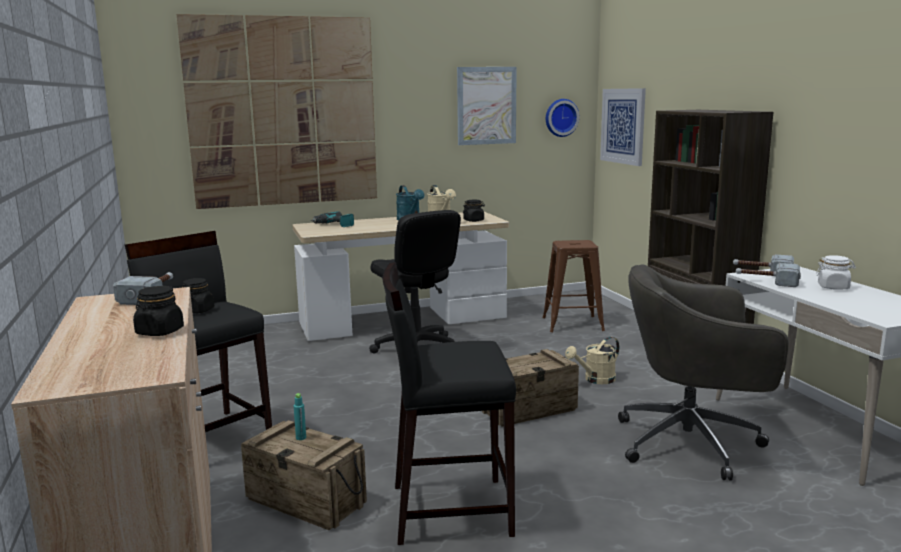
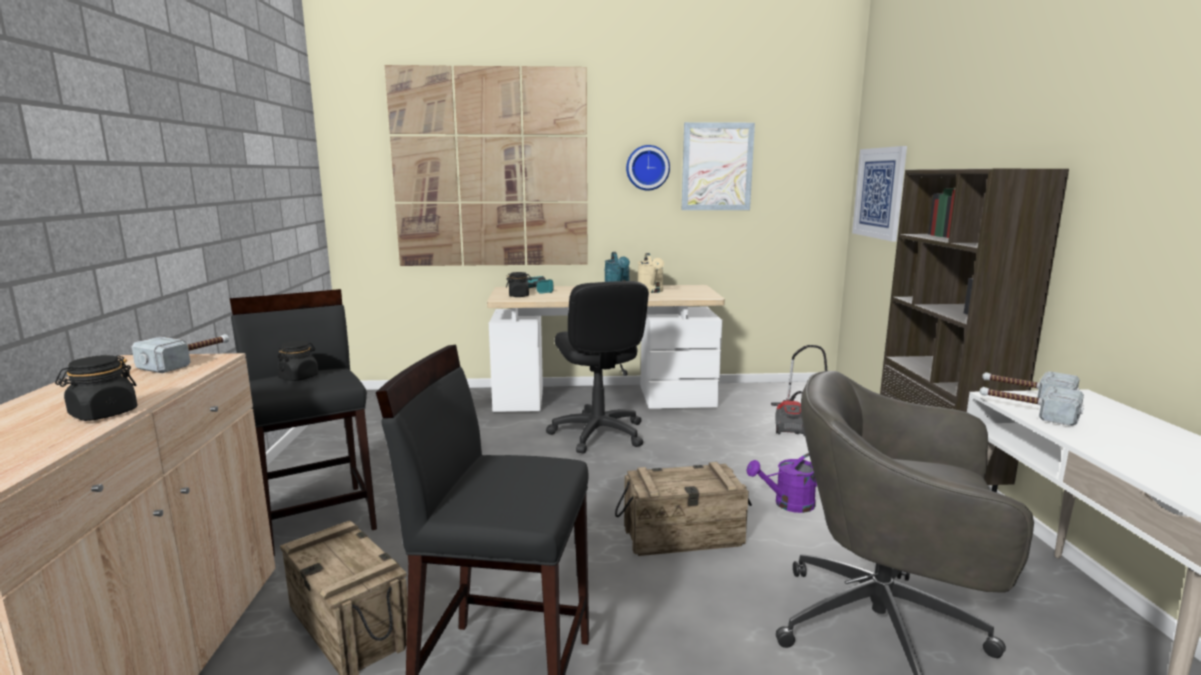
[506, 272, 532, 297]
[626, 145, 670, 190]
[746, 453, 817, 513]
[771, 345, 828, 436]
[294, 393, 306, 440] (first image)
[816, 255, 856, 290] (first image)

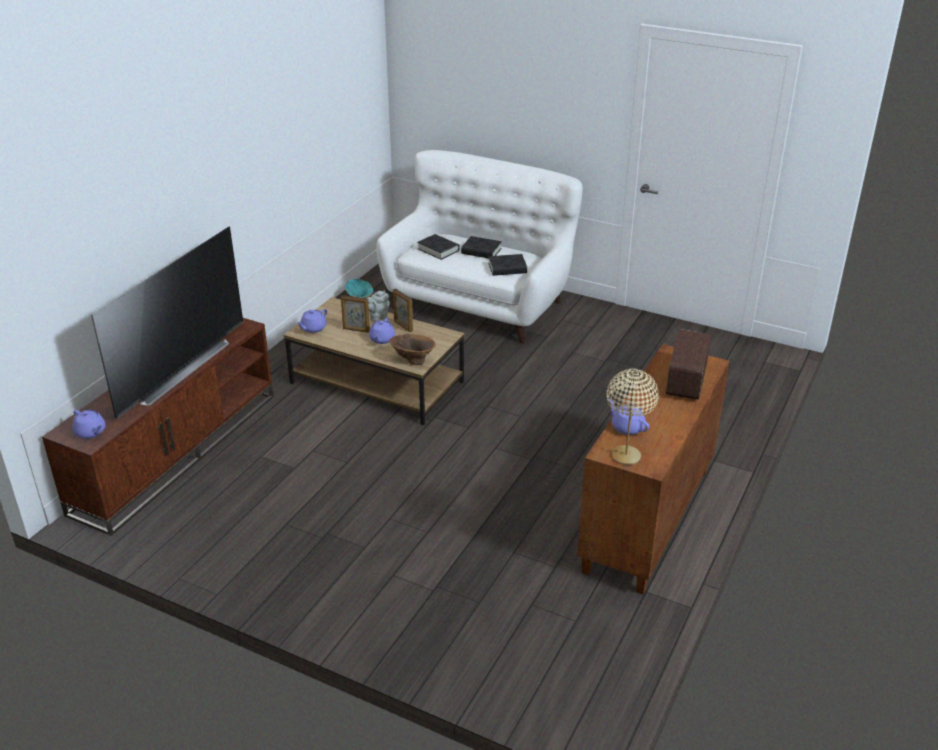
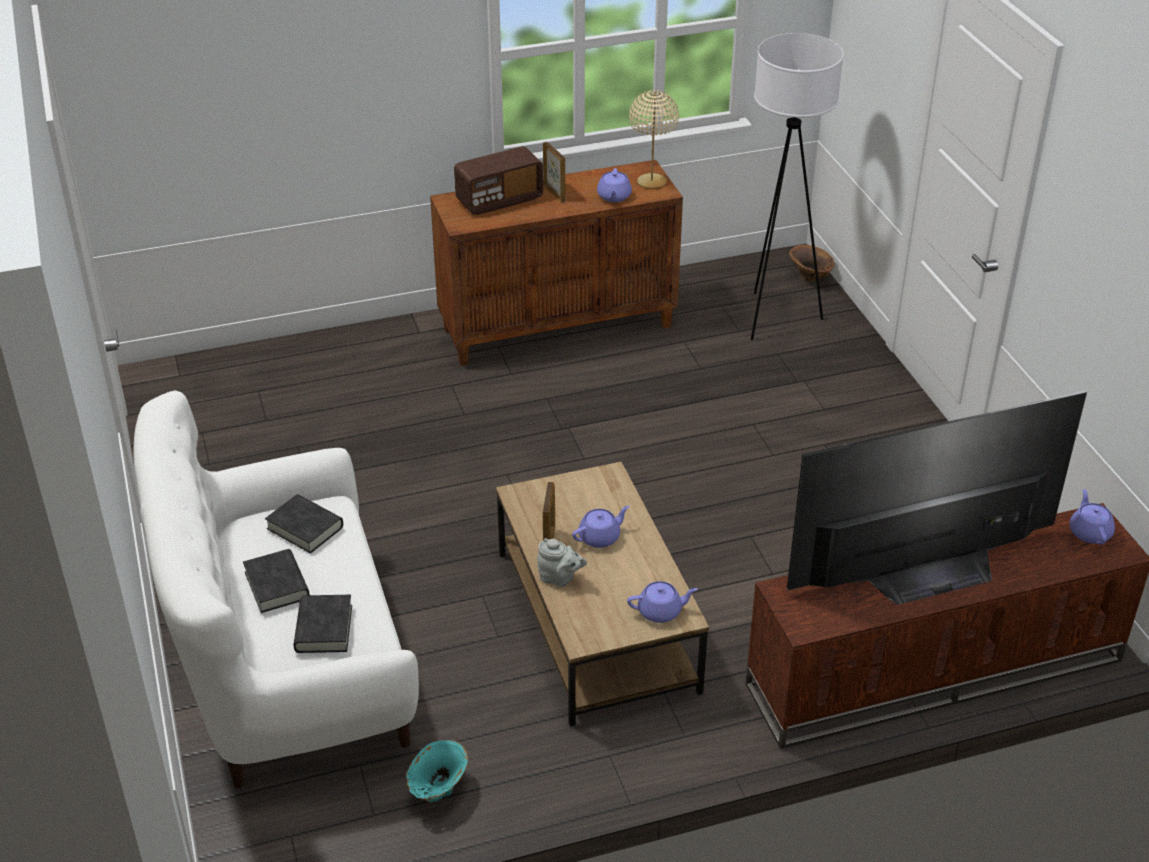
[543, 142, 566, 203]
[751, 33, 844, 340]
[789, 245, 835, 282]

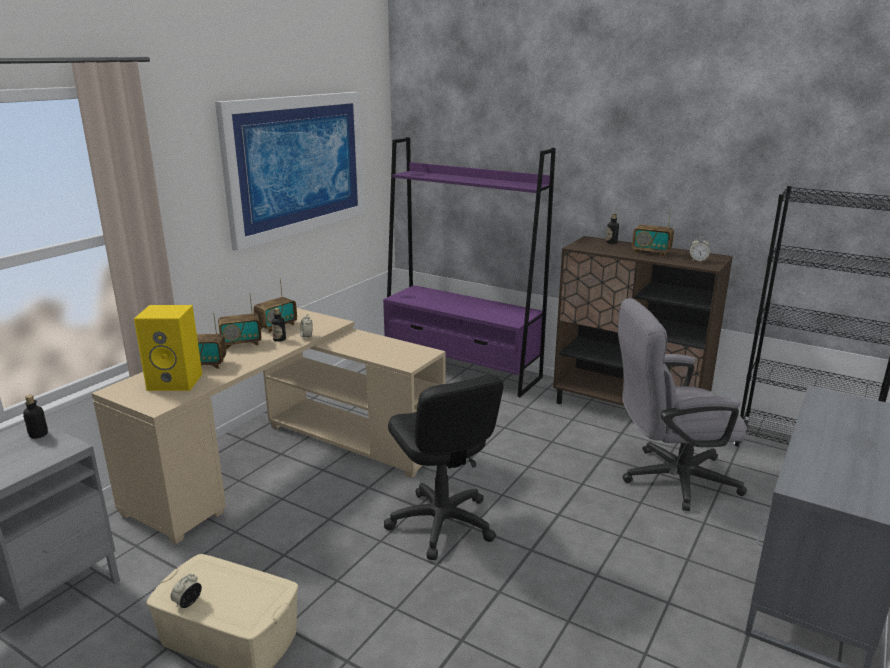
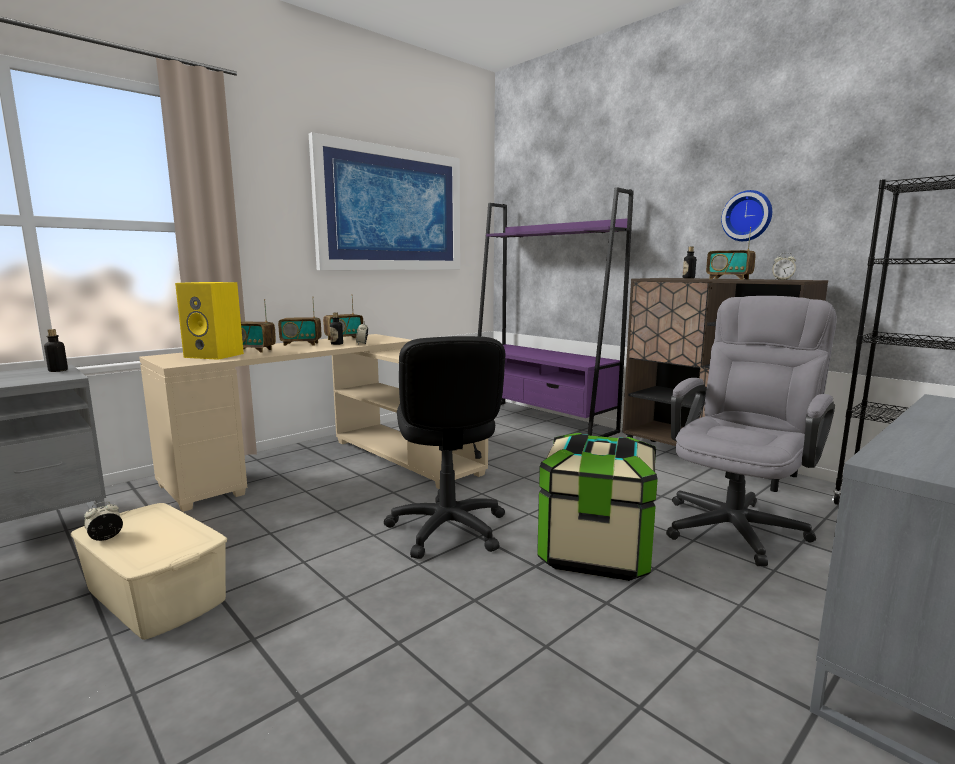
[537, 433, 658, 581]
[666, 296, 836, 567]
[721, 190, 772, 241]

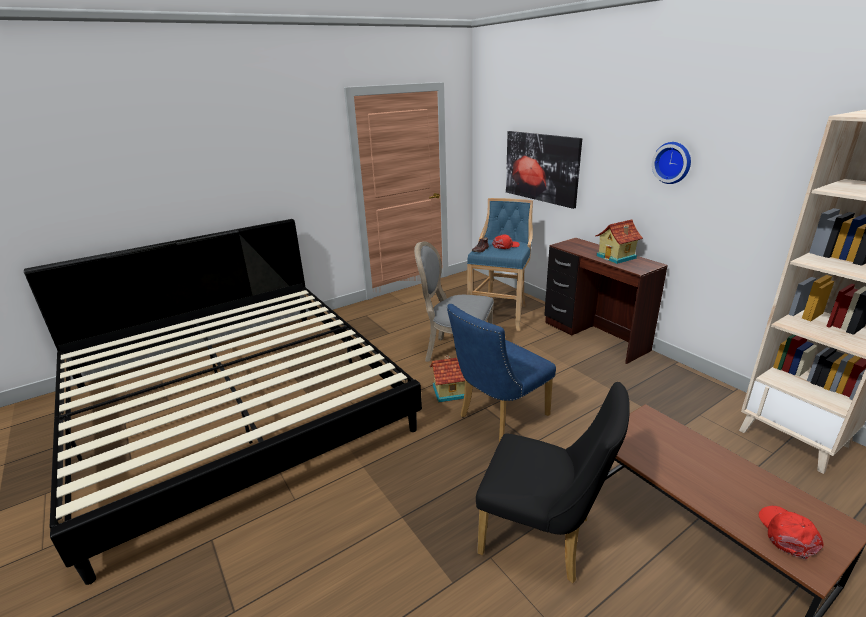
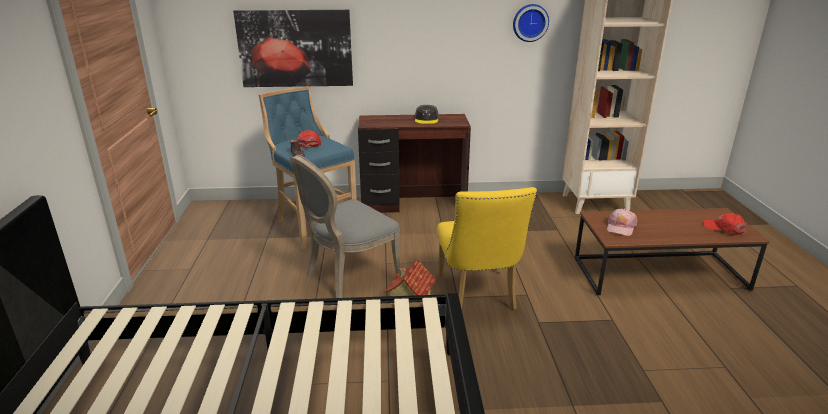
[415, 105, 438, 124]
[437, 187, 537, 310]
[513, 4, 549, 42]
[607, 209, 637, 236]
[476, 382, 630, 584] (first image)

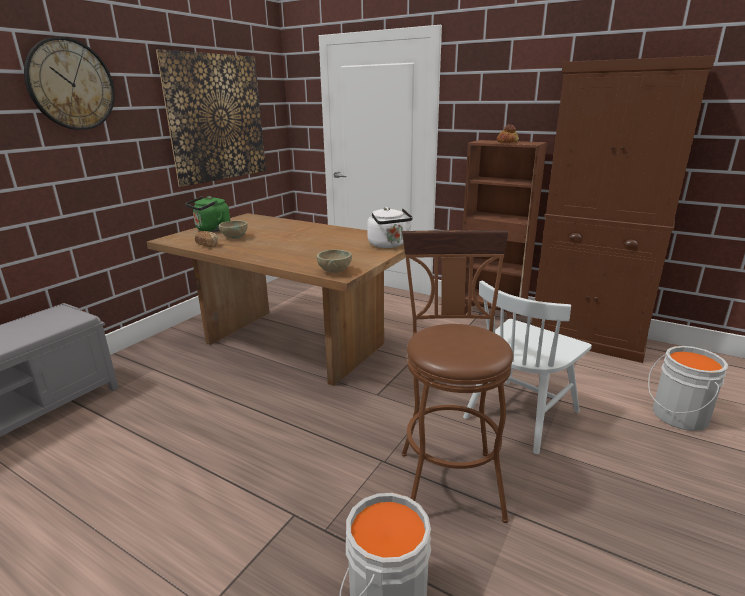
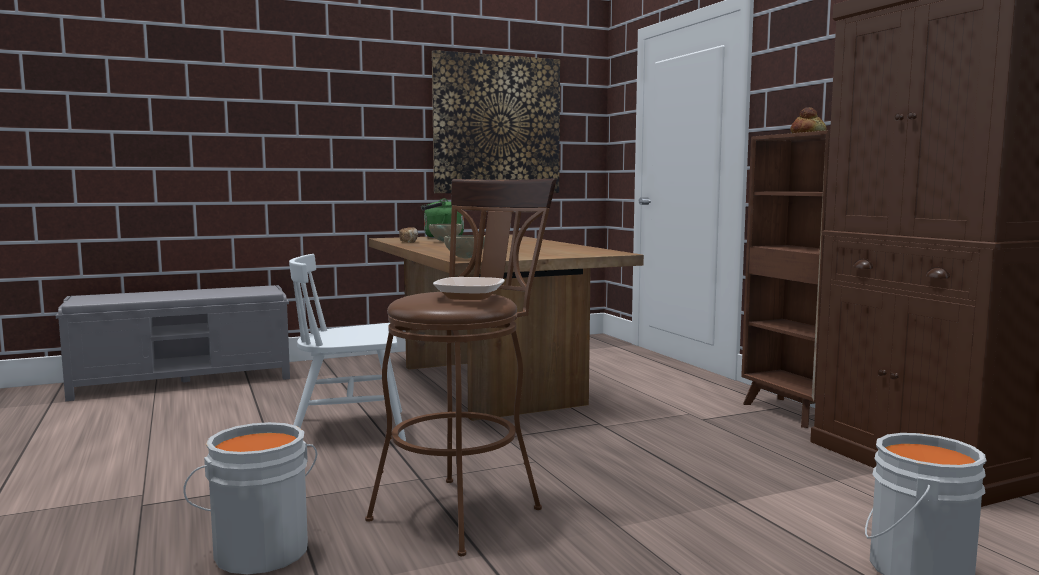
[289, 254, 406, 441]
[433, 277, 505, 300]
[24, 37, 115, 130] (first image)
[367, 207, 413, 248] (first image)

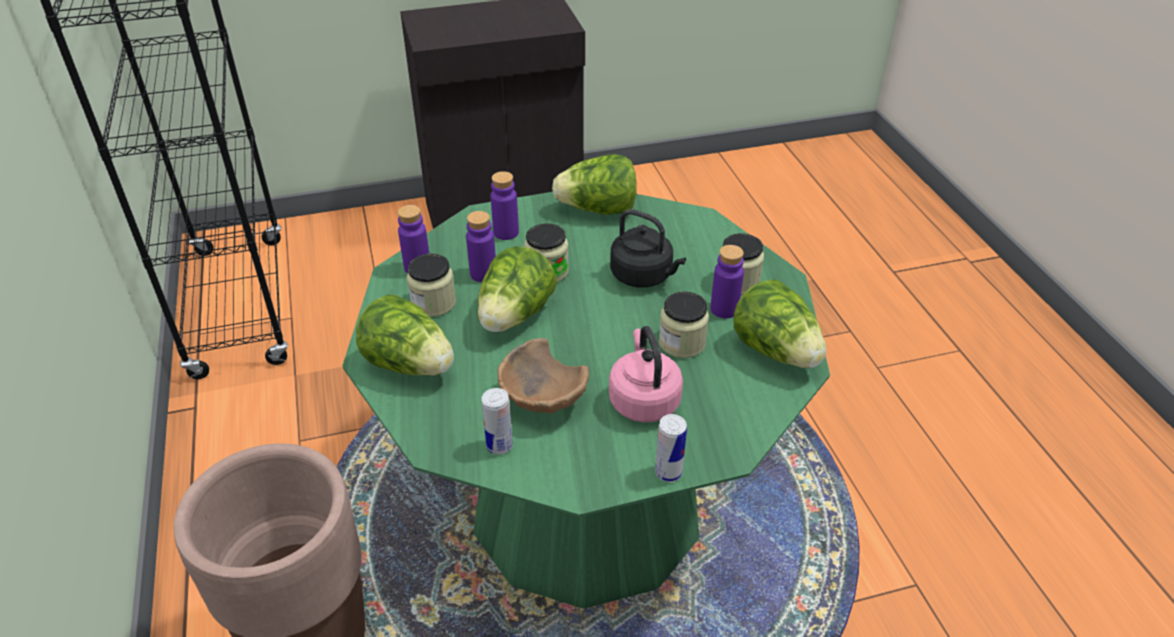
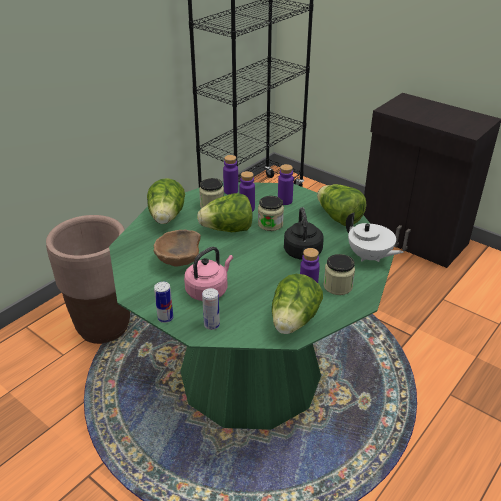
[202, 288, 220, 330]
[346, 212, 404, 262]
[659, 291, 709, 358] (first image)

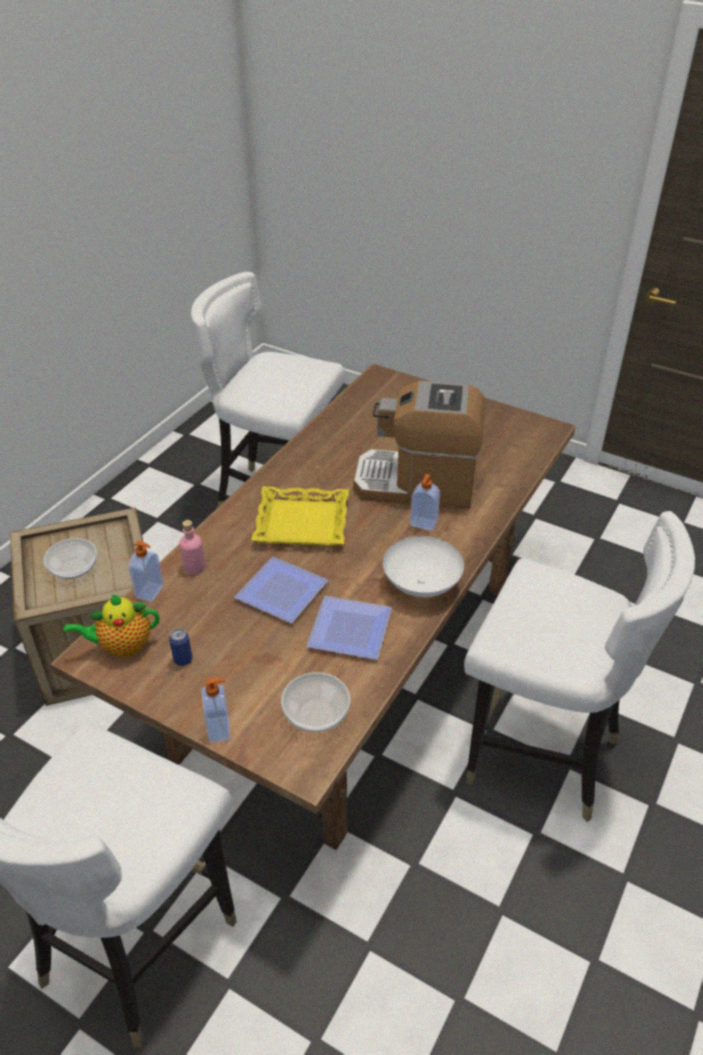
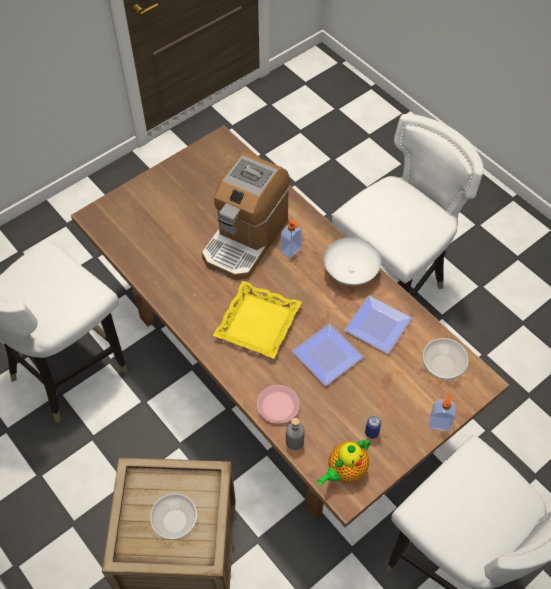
[257, 385, 300, 424]
[286, 418, 304, 450]
[317, 439, 371, 486]

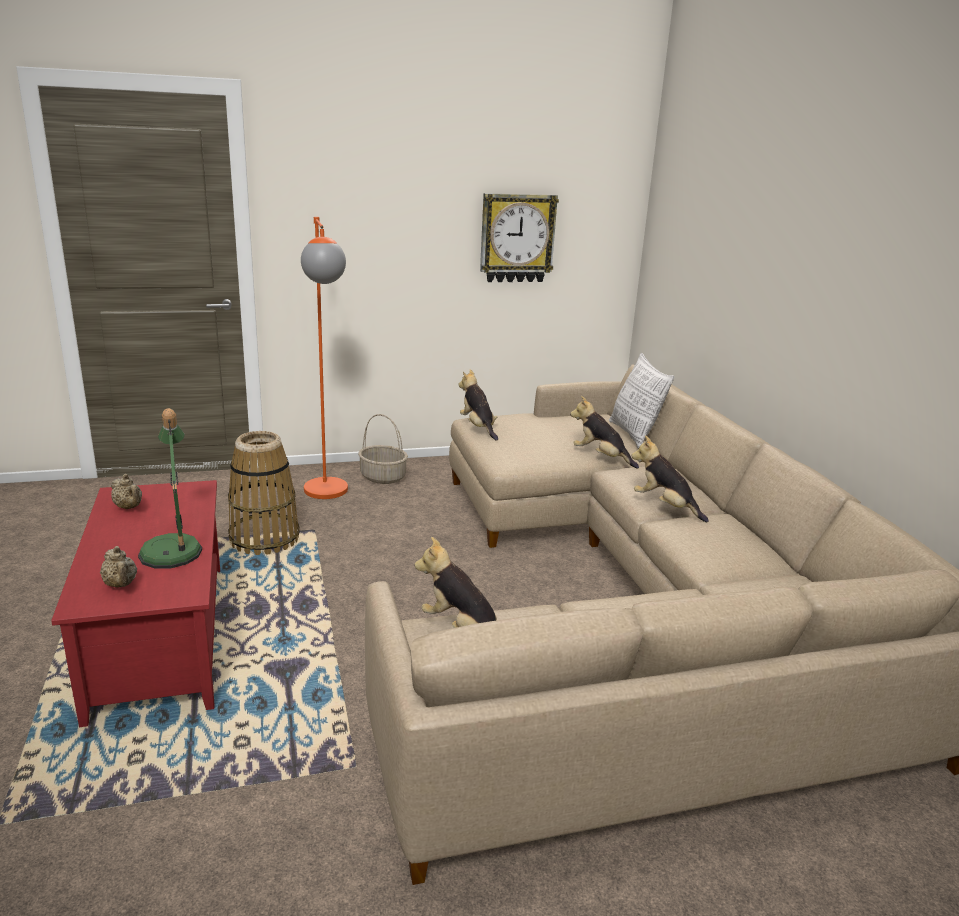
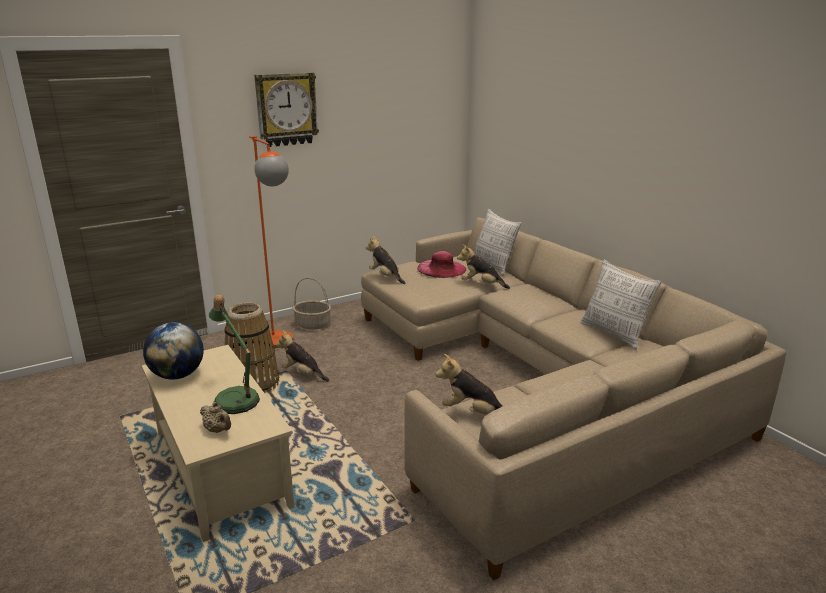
[142, 345, 294, 542]
[143, 322, 204, 380]
[254, 73, 319, 147]
[276, 330, 329, 381]
[417, 251, 466, 278]
[580, 260, 661, 350]

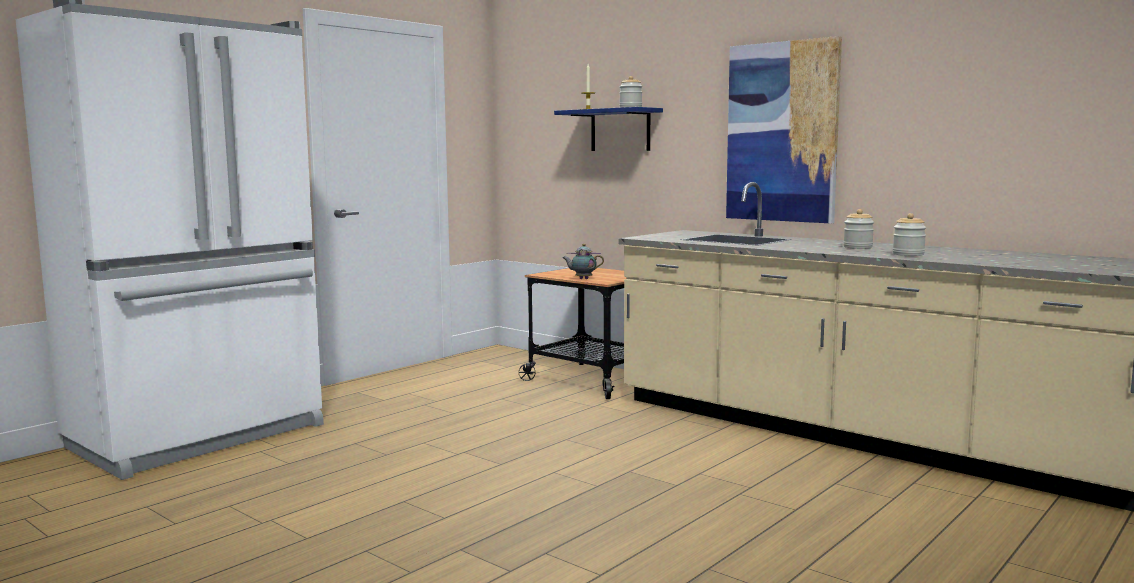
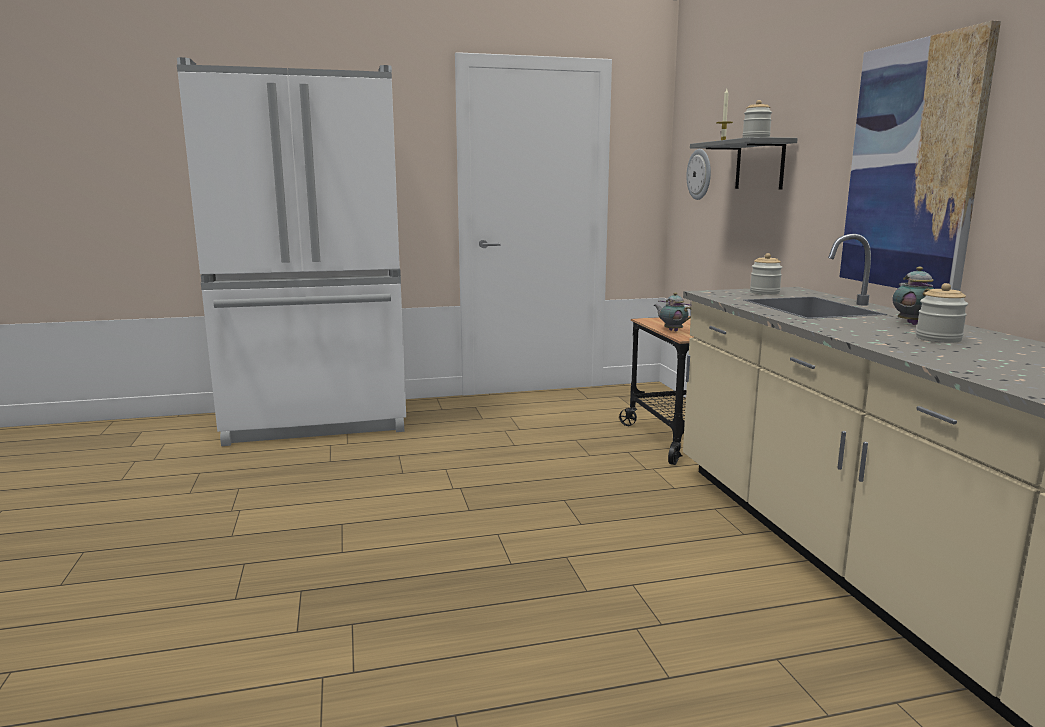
[686, 149, 711, 200]
[690, 137, 798, 189]
[750, 253, 782, 295]
[893, 267, 934, 325]

